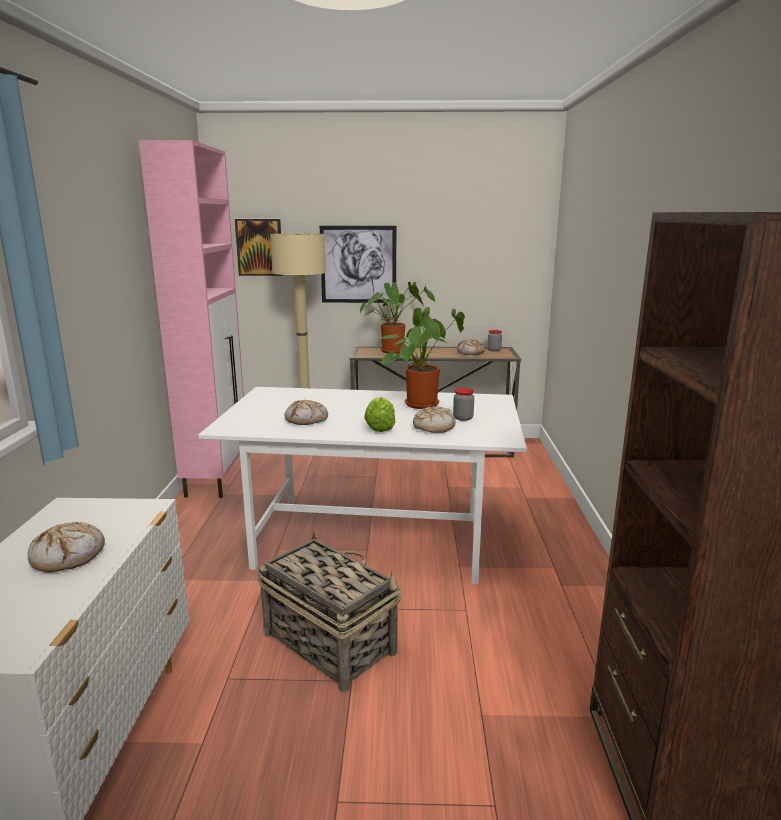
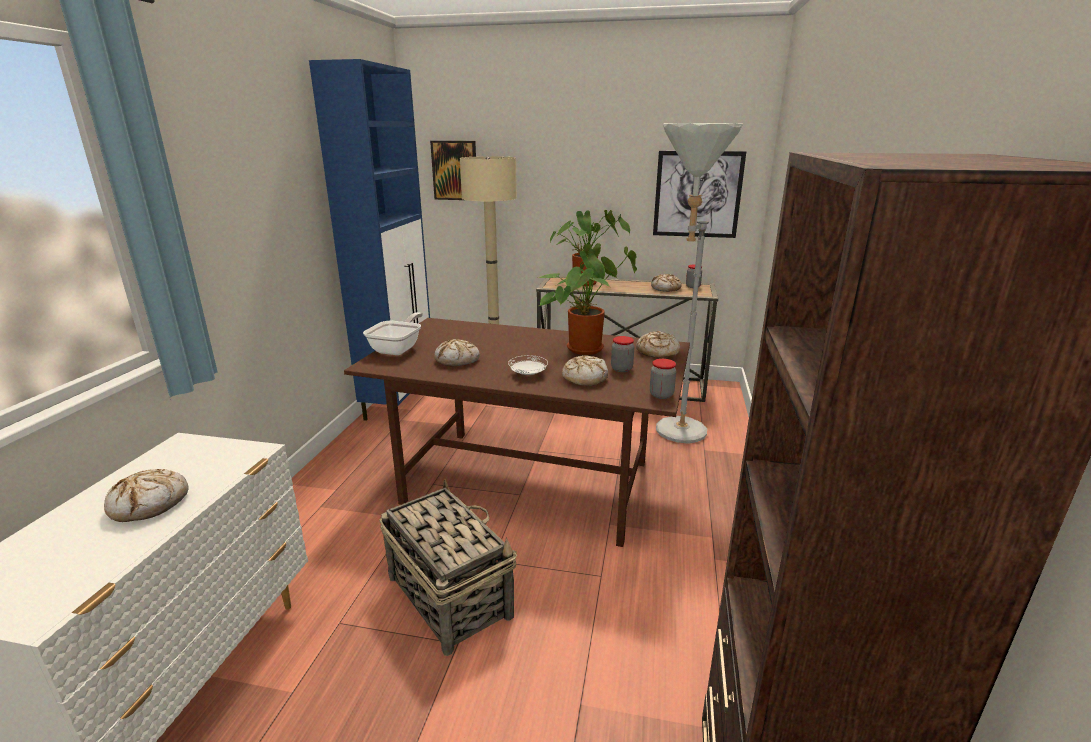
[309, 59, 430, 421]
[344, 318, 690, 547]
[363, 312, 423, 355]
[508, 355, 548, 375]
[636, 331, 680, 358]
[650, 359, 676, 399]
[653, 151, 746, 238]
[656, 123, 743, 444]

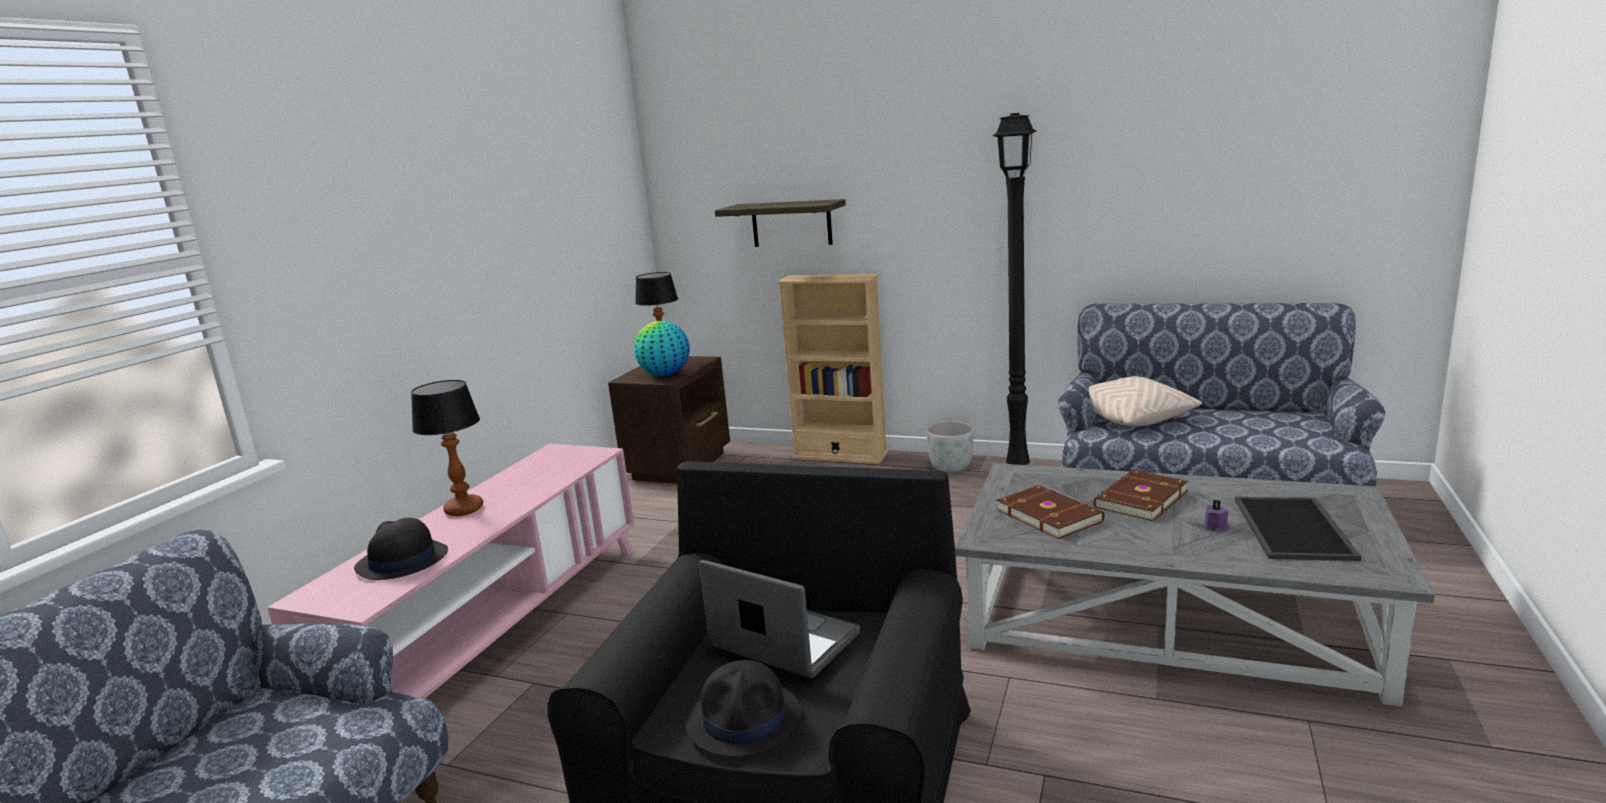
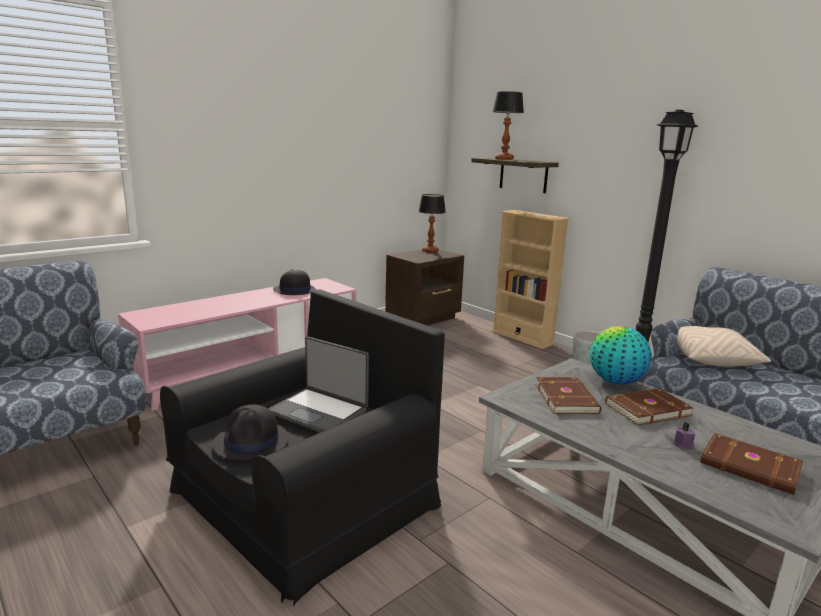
[268, 337, 369, 432]
[273, 269, 316, 295]
[493, 91, 524, 160]
[590, 326, 652, 385]
[700, 433, 803, 495]

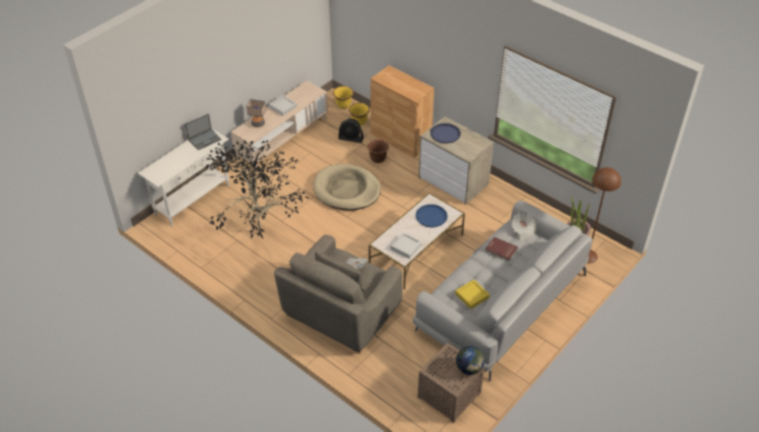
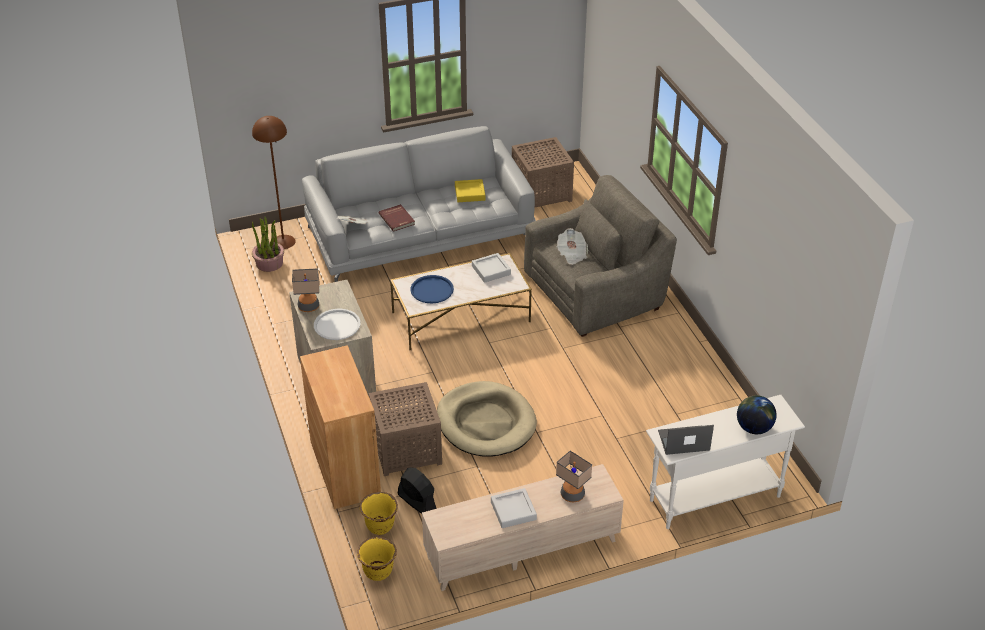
[292, 268, 319, 312]
[314, 309, 361, 340]
[369, 382, 442, 476]
[737, 395, 776, 434]
[206, 140, 309, 238] (first image)

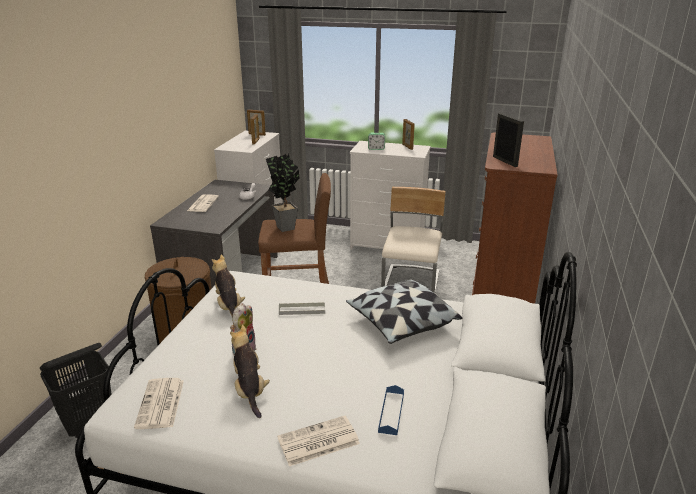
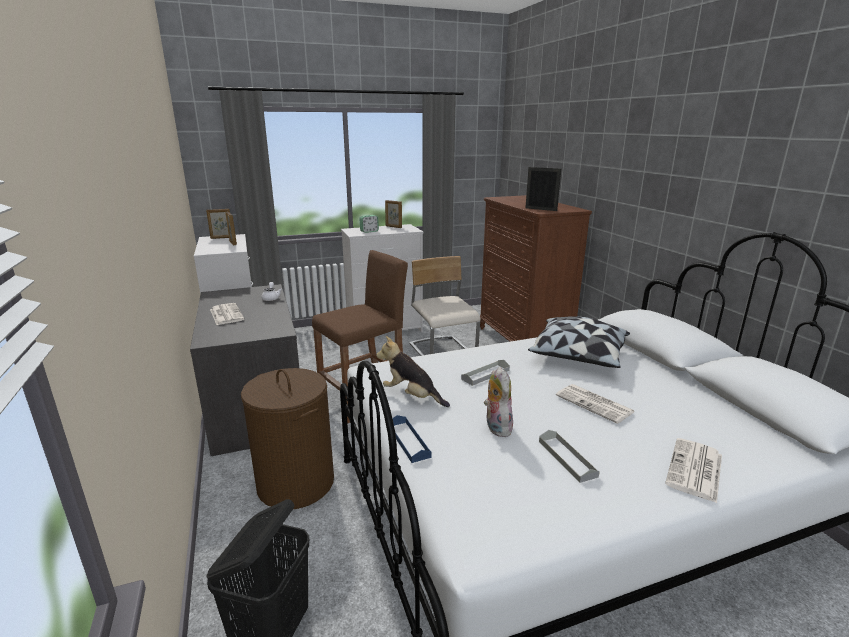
[392, 415, 432, 463]
[539, 430, 600, 483]
[556, 384, 635, 424]
[266, 153, 300, 232] (first image)

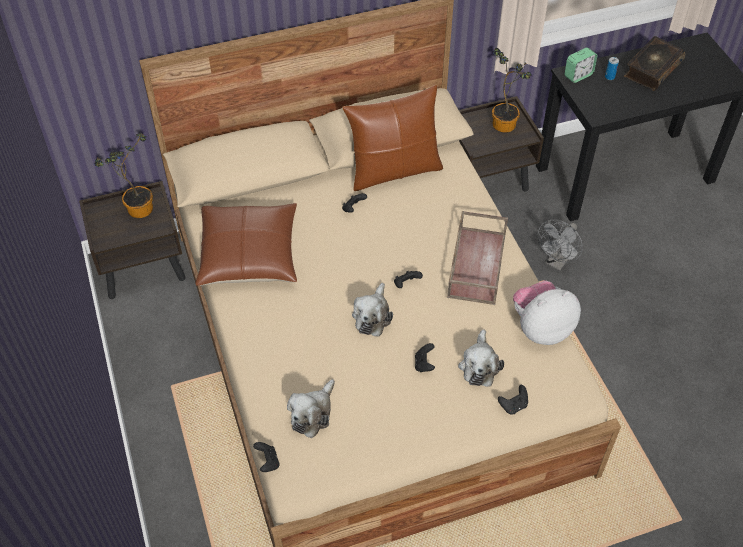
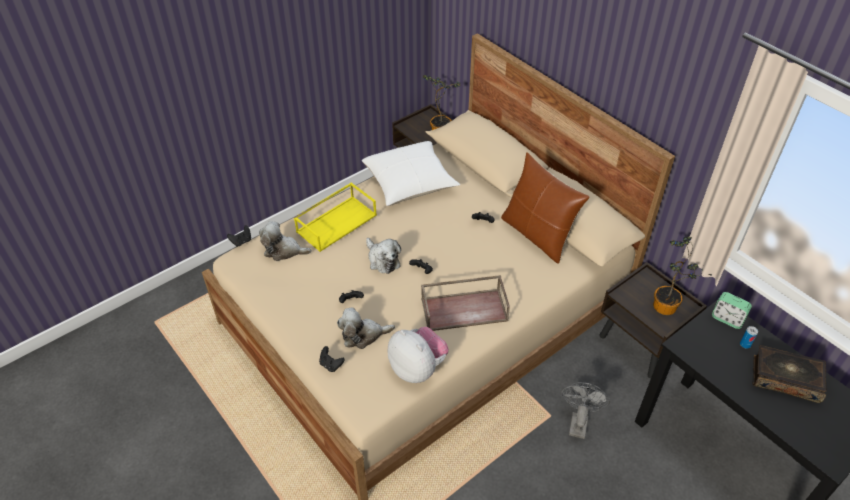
[294, 182, 377, 252]
[362, 141, 460, 206]
[366, 238, 401, 274]
[562, 382, 610, 439]

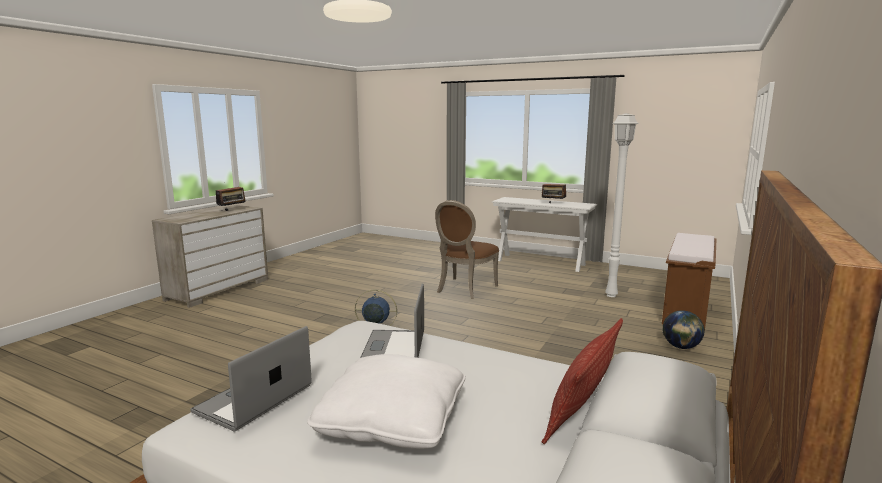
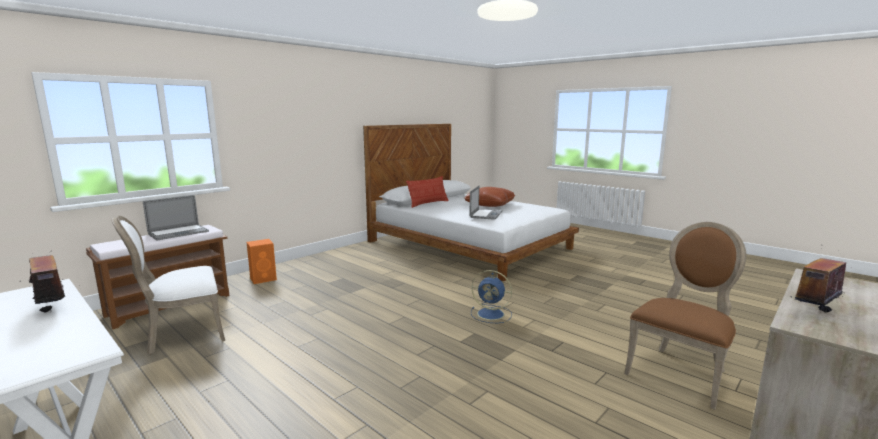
[111, 216, 225, 354]
[143, 195, 209, 241]
[247, 239, 277, 284]
[464, 187, 515, 207]
[624, 222, 746, 410]

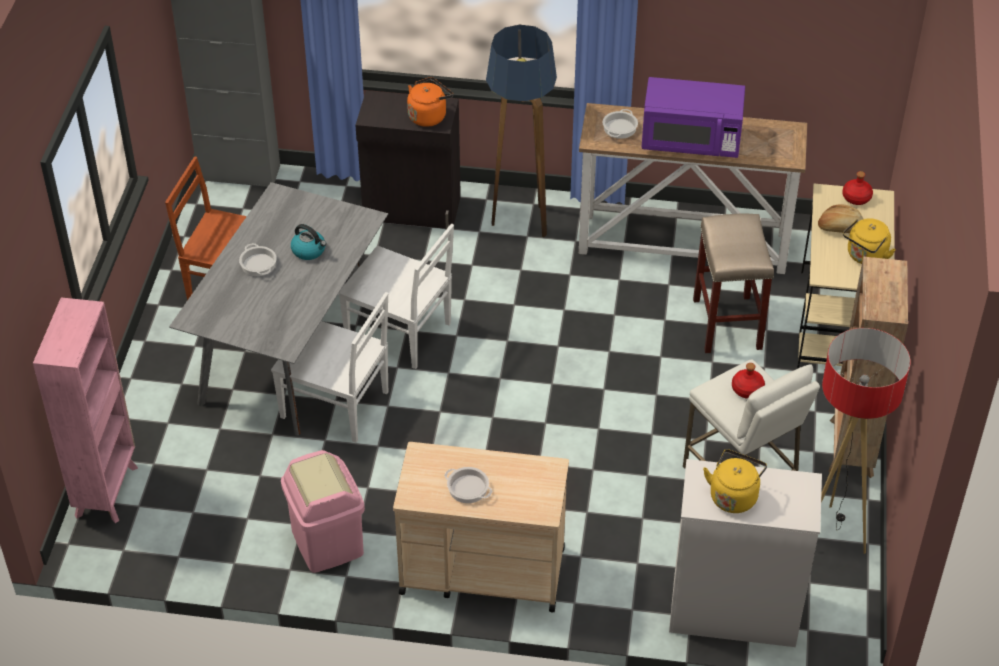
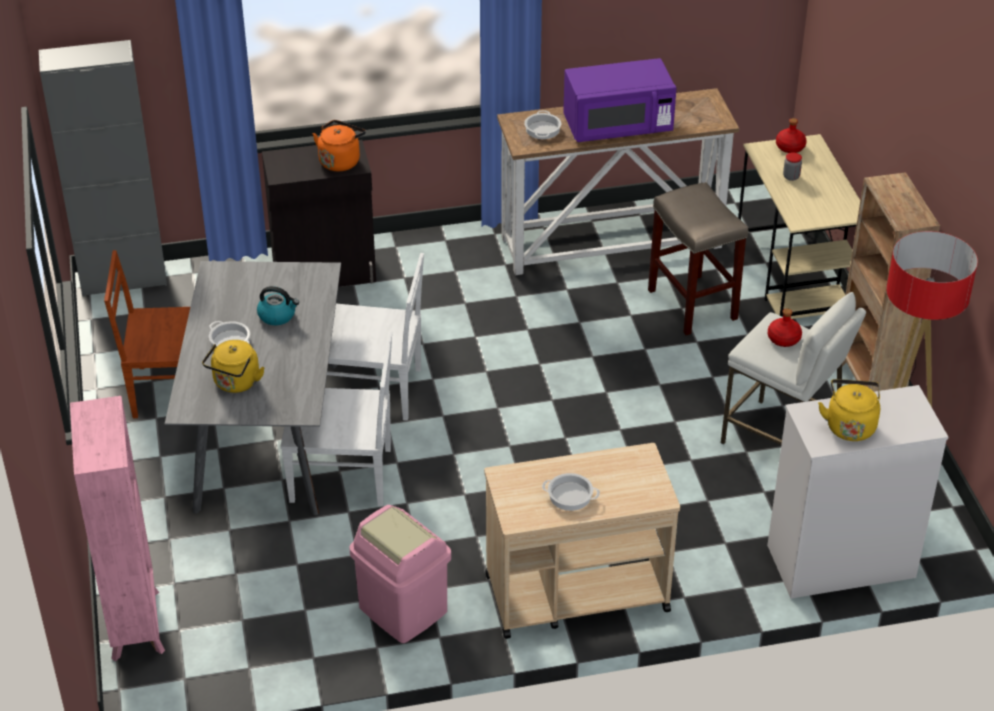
[202, 340, 265, 393]
[783, 152, 802, 181]
[486, 25, 557, 237] (first image)

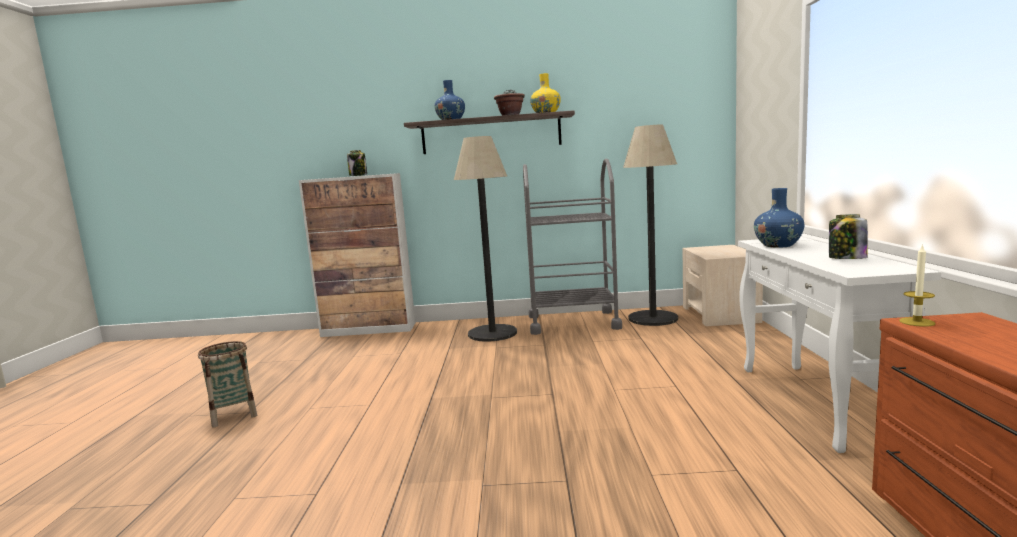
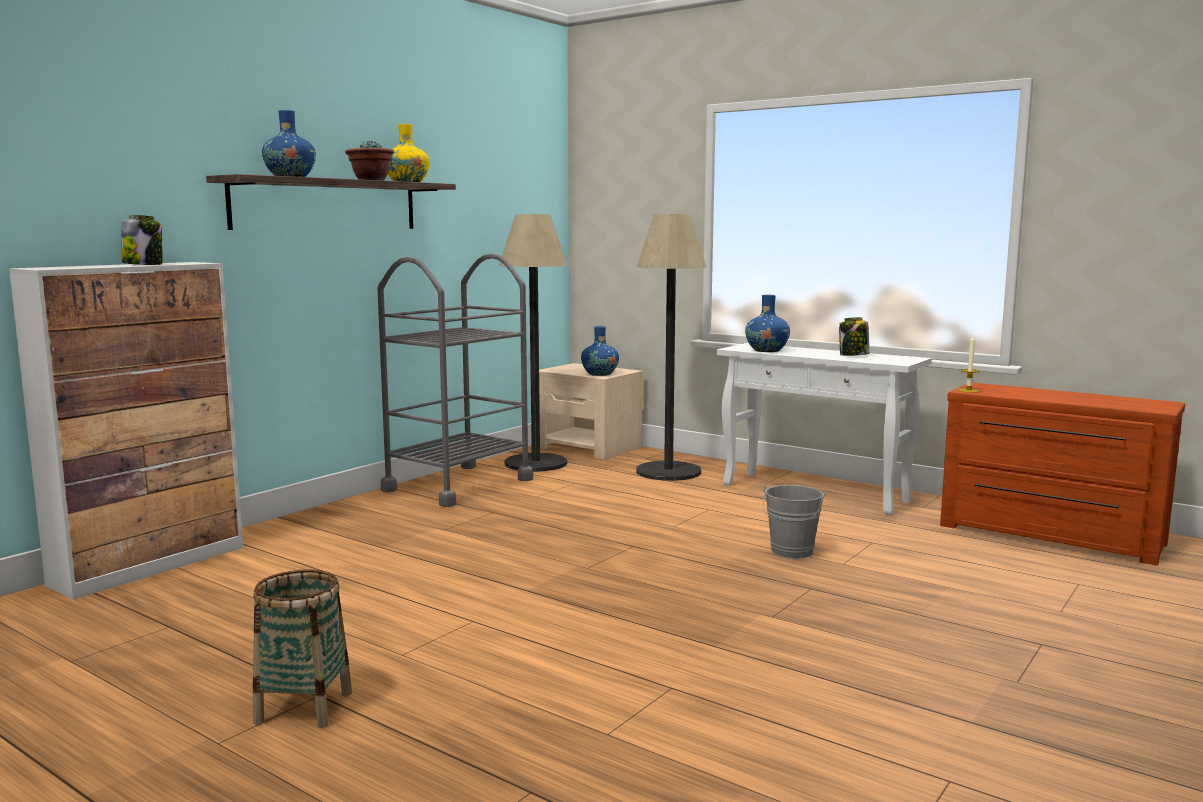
[581, 326, 619, 376]
[636, 214, 706, 481]
[763, 484, 826, 559]

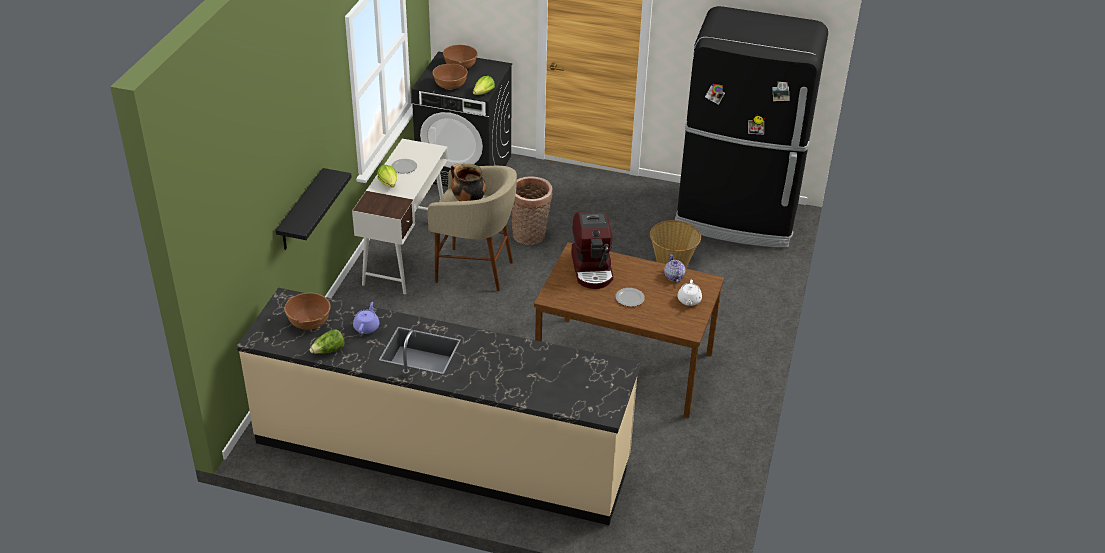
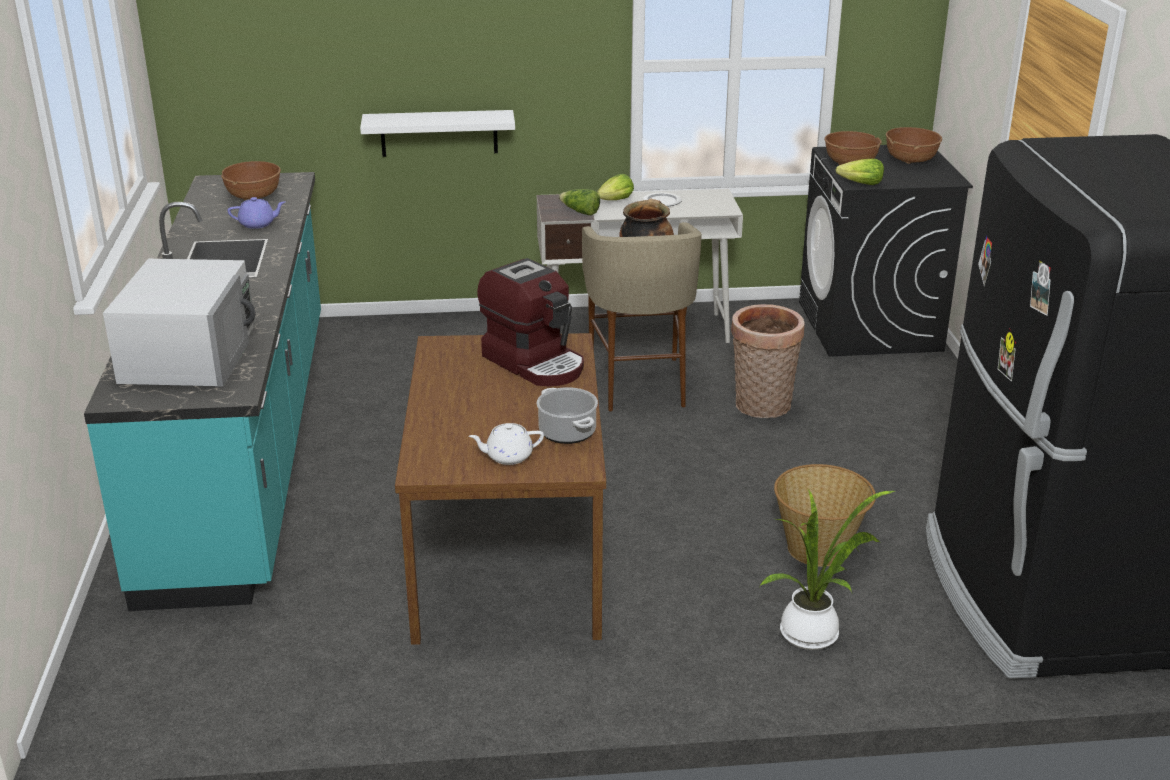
[84, 172, 321, 611]
[103, 259, 255, 386]
[360, 110, 515, 157]
[477, 258, 584, 386]
[537, 387, 598, 444]
[559, 189, 600, 215]
[760, 489, 895, 650]
[616, 288, 645, 307] (first image)

